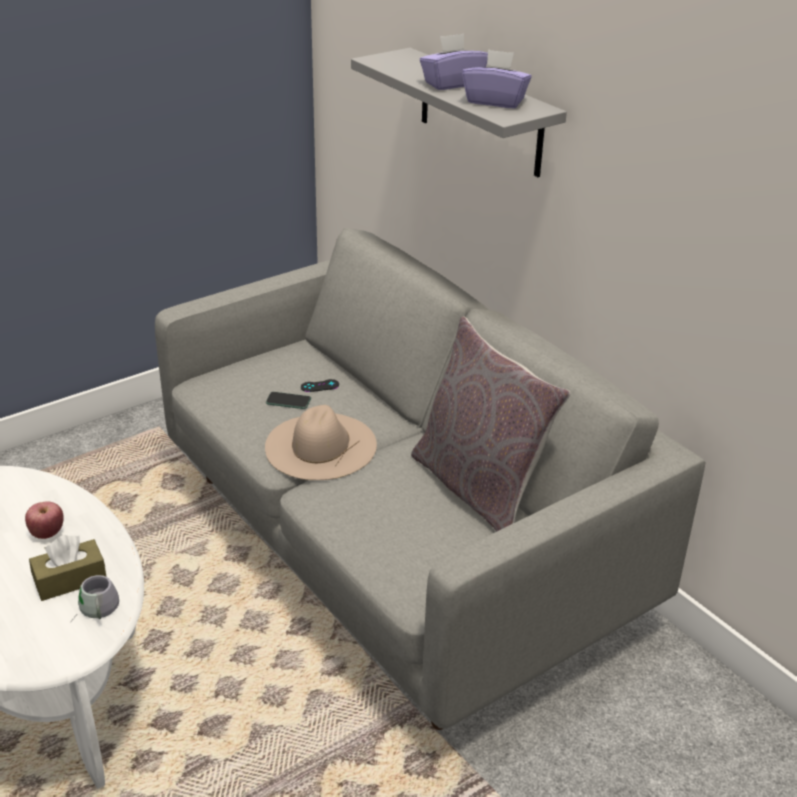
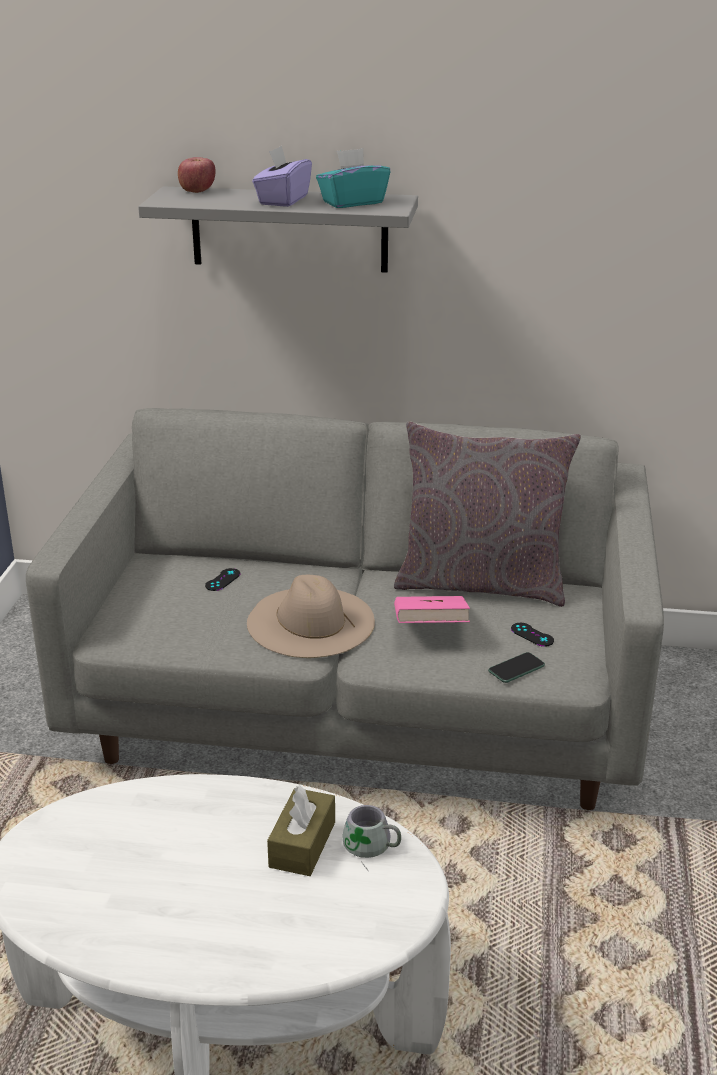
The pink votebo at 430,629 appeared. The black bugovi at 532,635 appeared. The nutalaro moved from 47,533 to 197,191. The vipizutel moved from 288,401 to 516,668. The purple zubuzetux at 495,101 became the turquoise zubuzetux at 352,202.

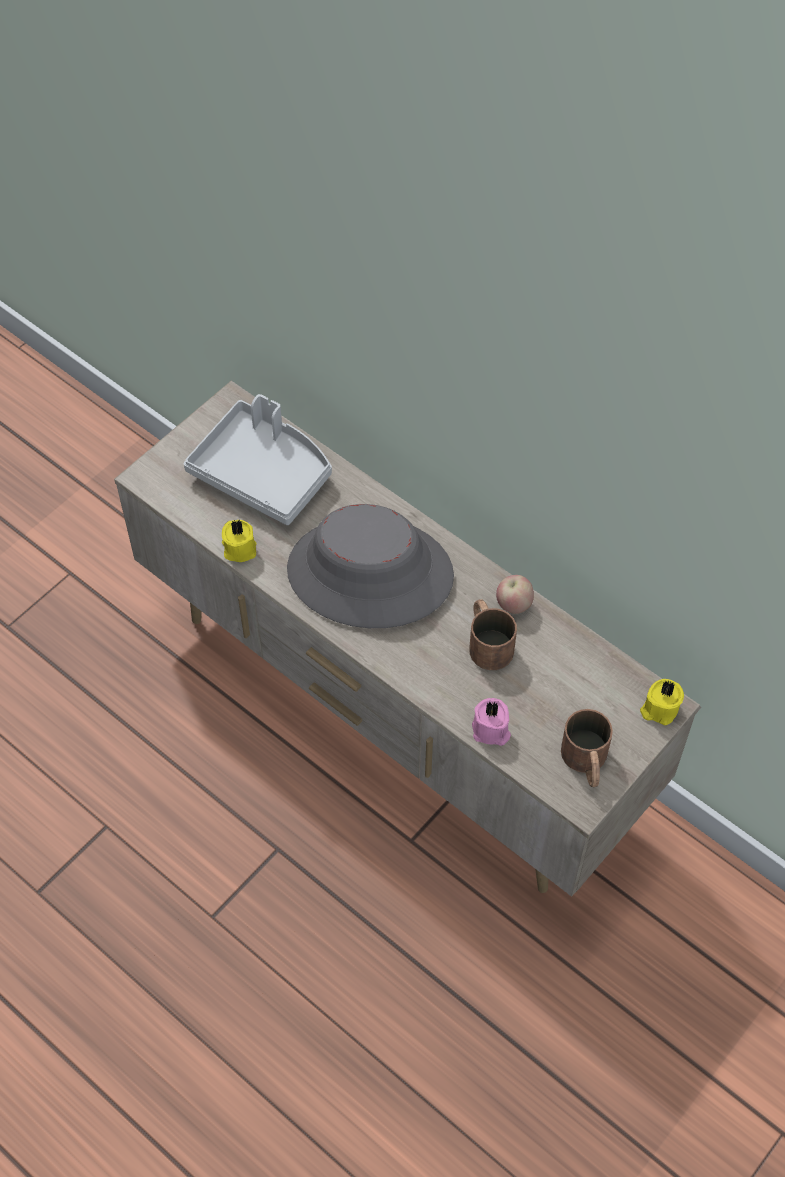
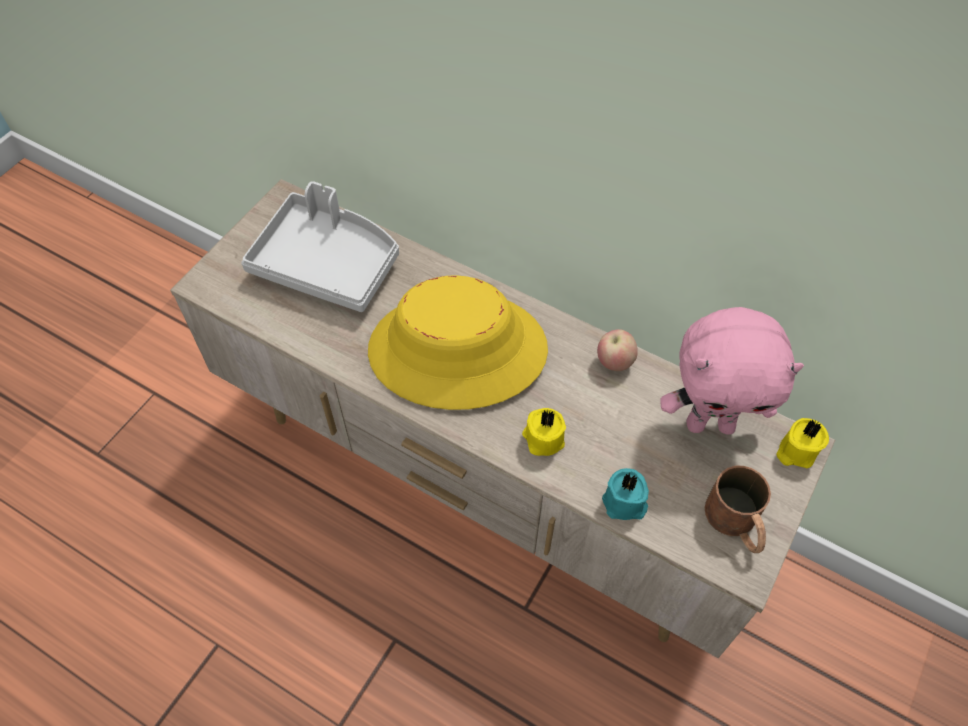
The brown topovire at 487,641 disappeared. The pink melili at 710,423 appeared. The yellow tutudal moved from 239,548 to 543,439. The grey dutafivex at 369,574 became the yellow dutafivex at 457,351. The pink tutudal at 491,731 became the turquoise tutudal at 624,504.

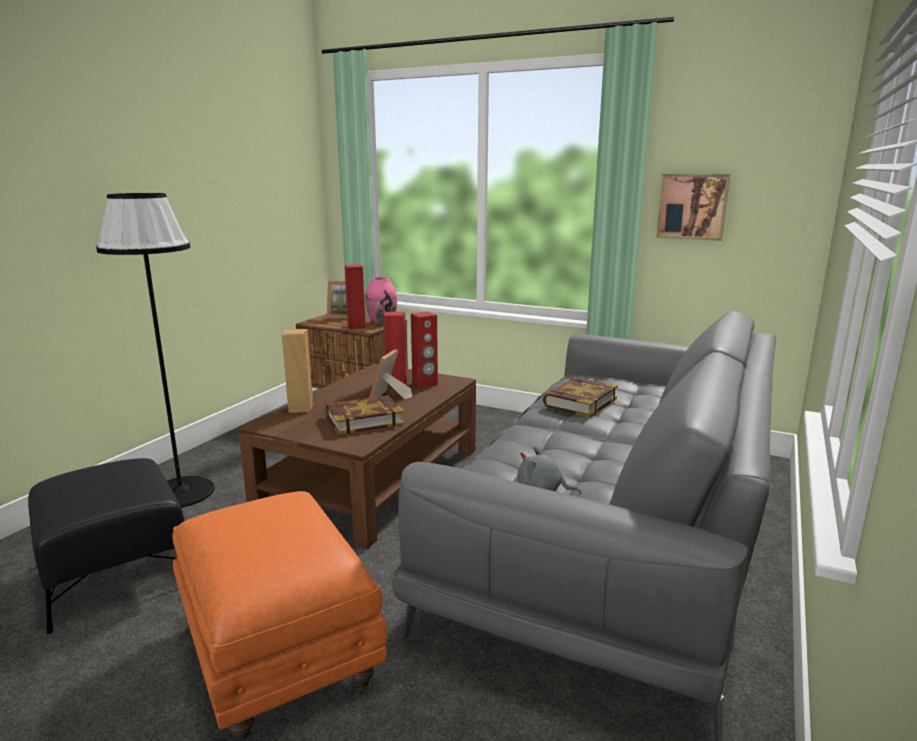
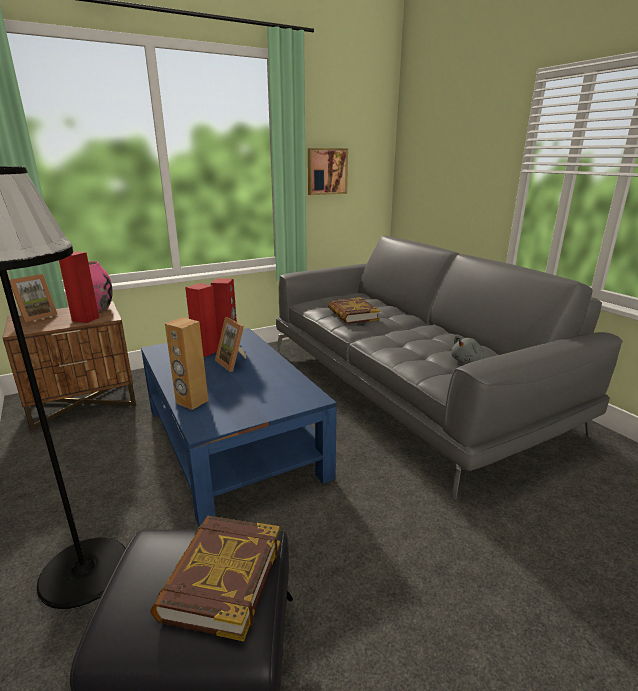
The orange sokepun at 277,651 disappeared. The votebo moved from 364,420 to 221,579. The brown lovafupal at 372,479 became the blue lovafupal at 233,441.

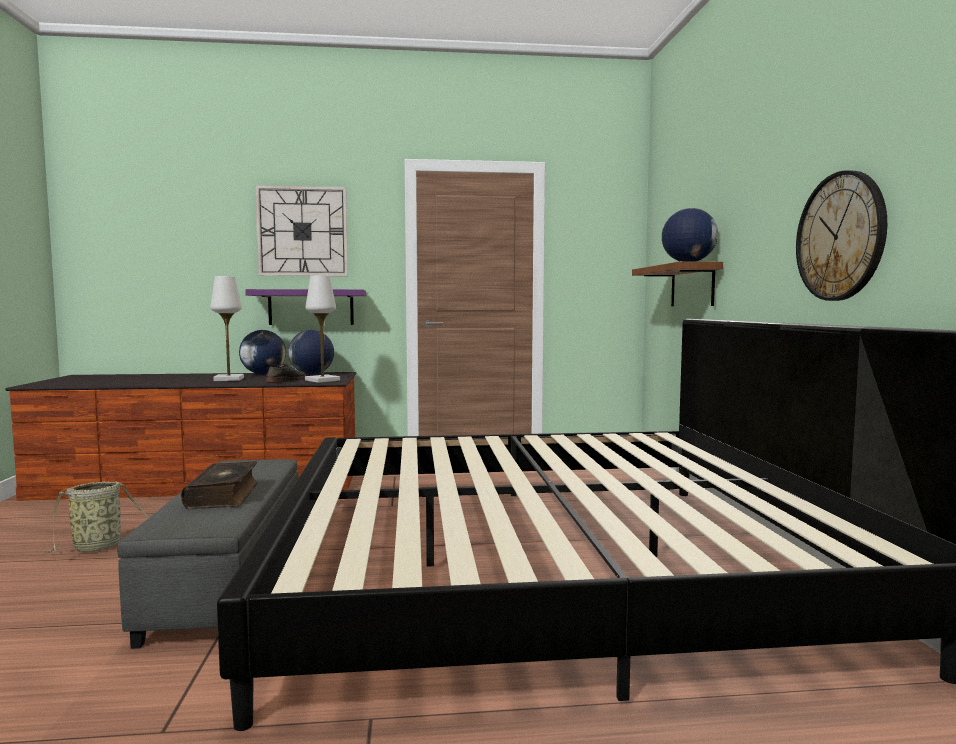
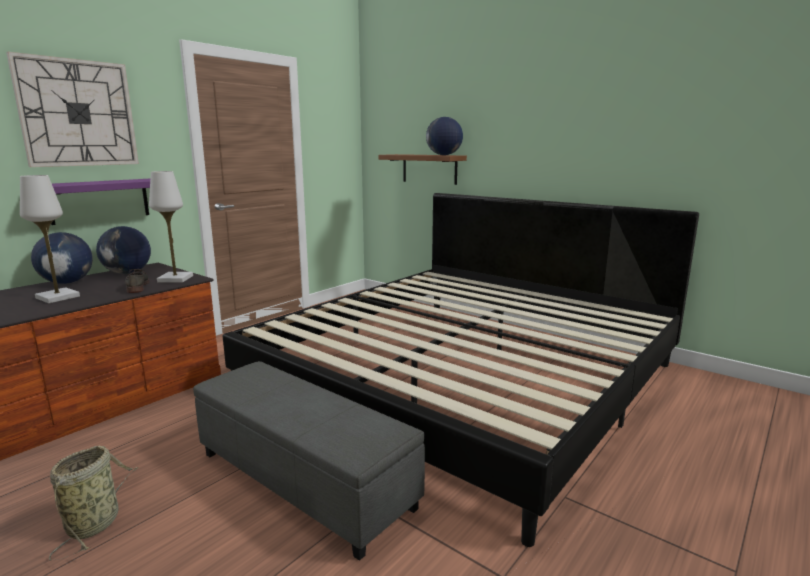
The votebo at 224,495 disappeared. The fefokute at 840,237 disappeared.

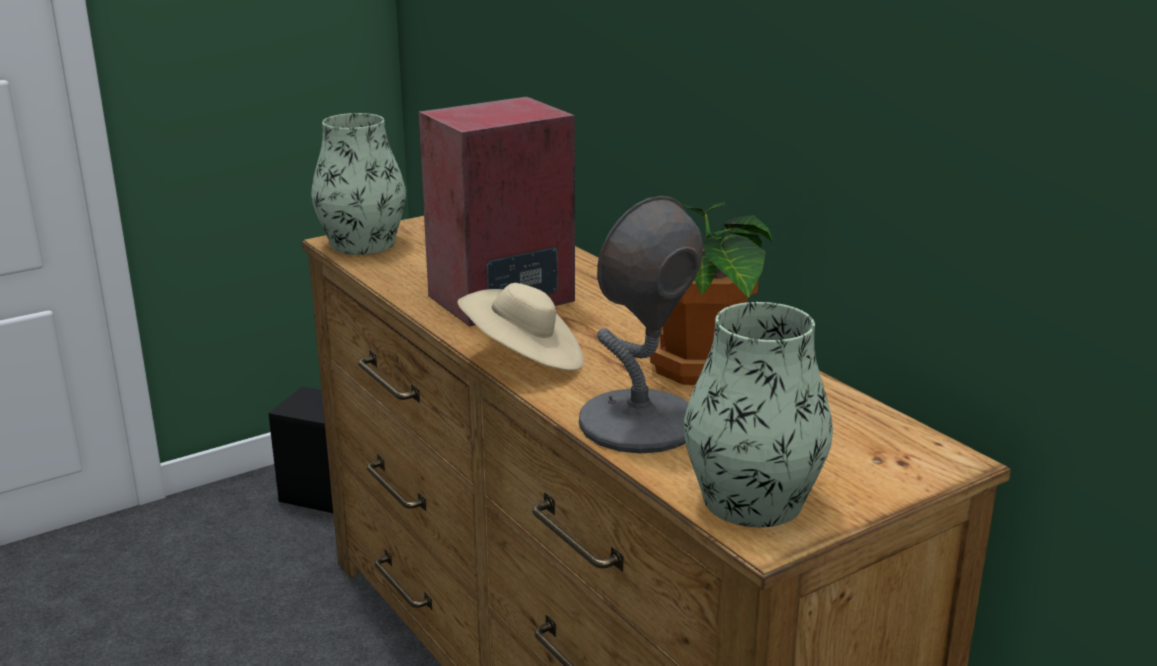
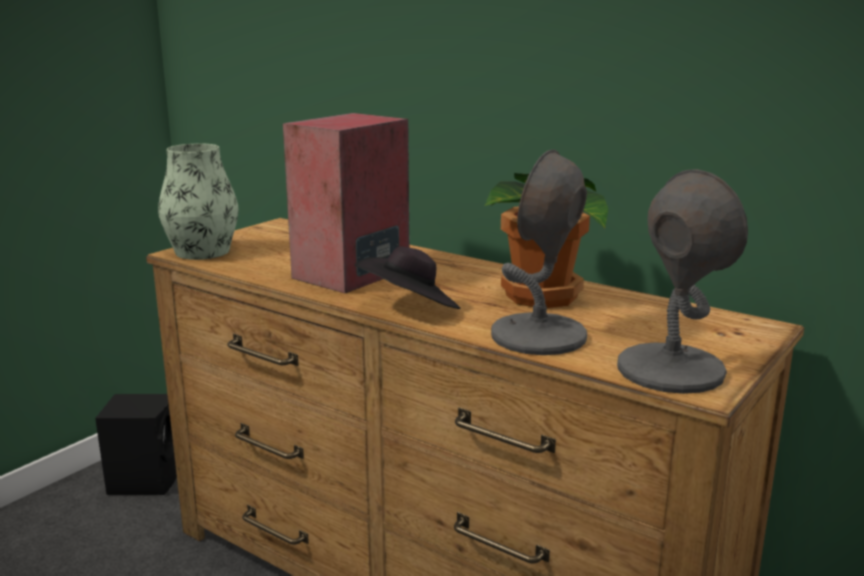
The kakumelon at 752,500 was replaced by the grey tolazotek at 669,370. The beige dutafivex at 524,359 became the black dutafivex at 410,308.

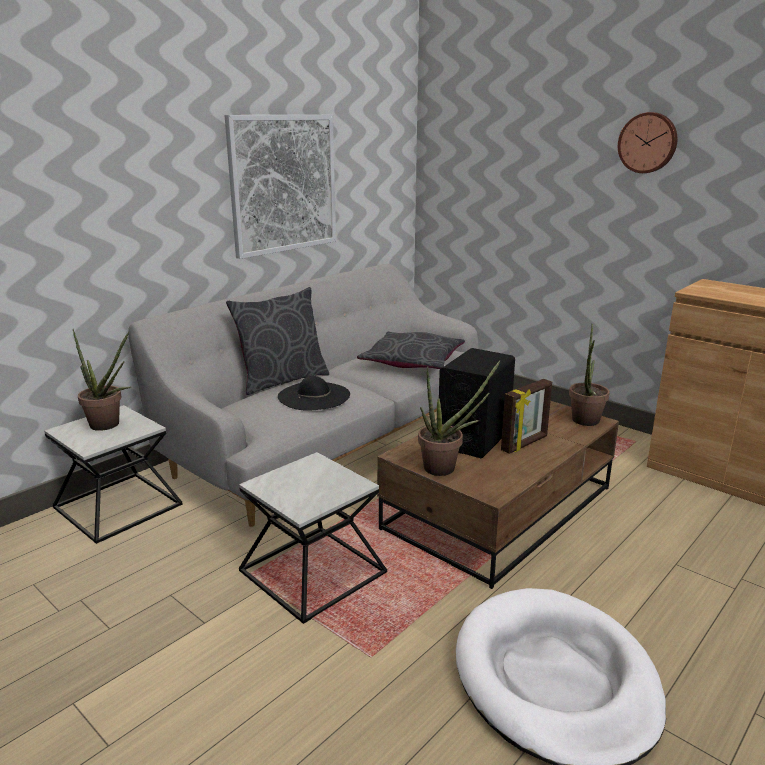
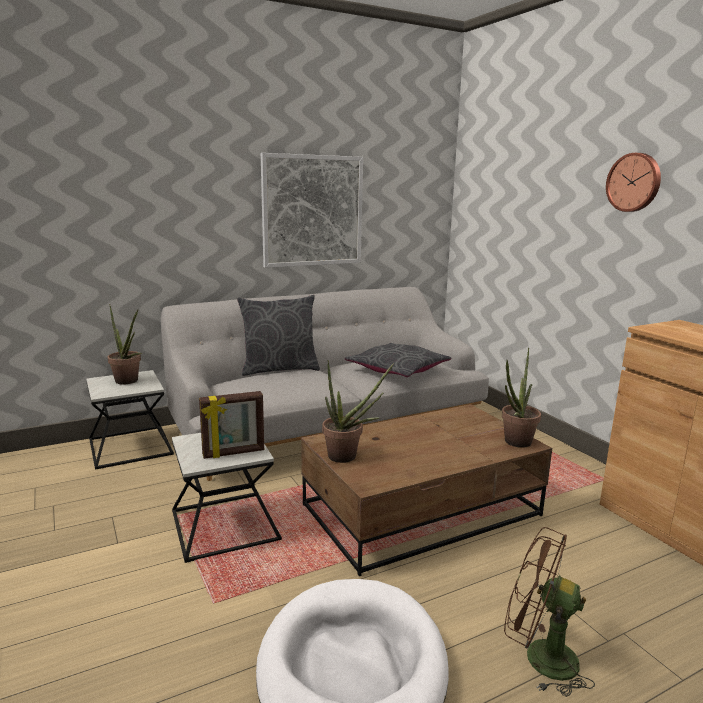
The black dutafivex at 314,396 disappeared. The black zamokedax at 474,439 disappeared. The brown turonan at 539,657 appeared. The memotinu moved from 525,444 to 233,453.

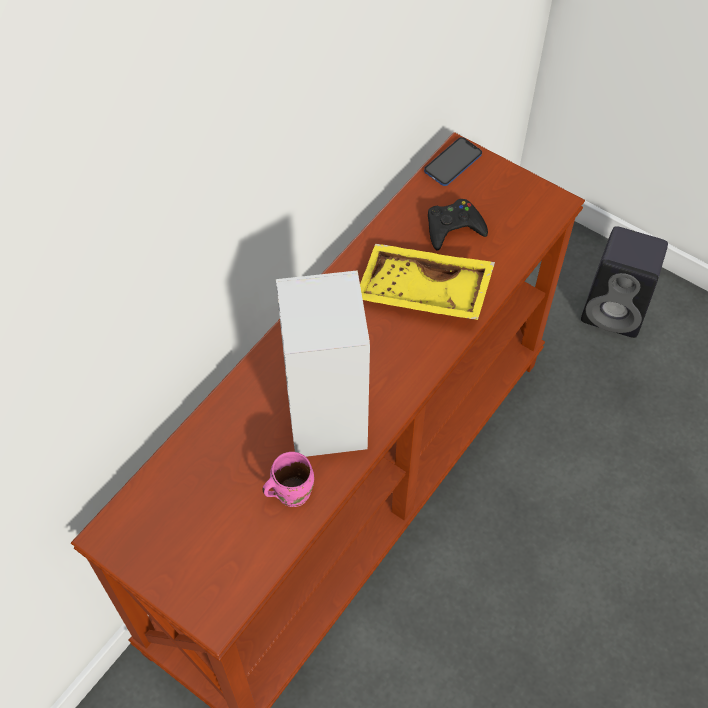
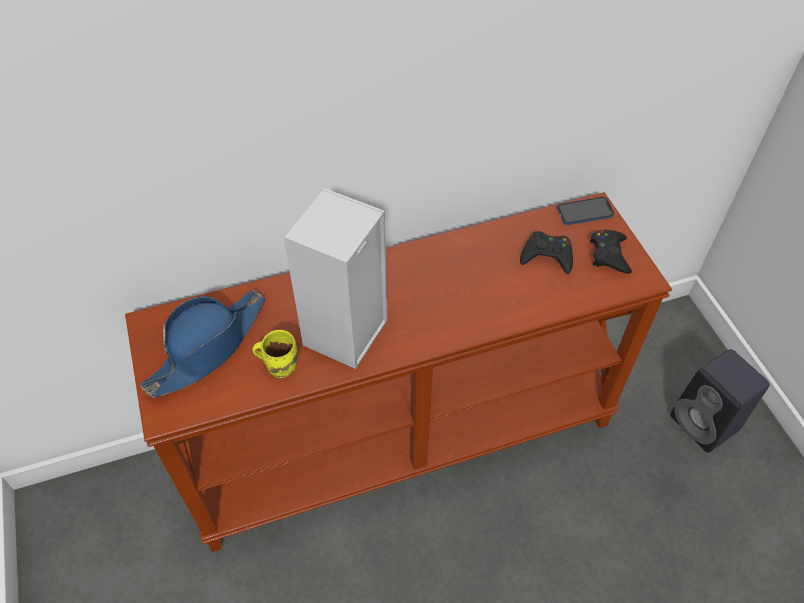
The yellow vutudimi at 423,294 disappeared. The blue dutafivex at 208,347 appeared. The black bugovi at 609,255 appeared. The pink topovire at 290,491 became the yellow topovire at 280,365.

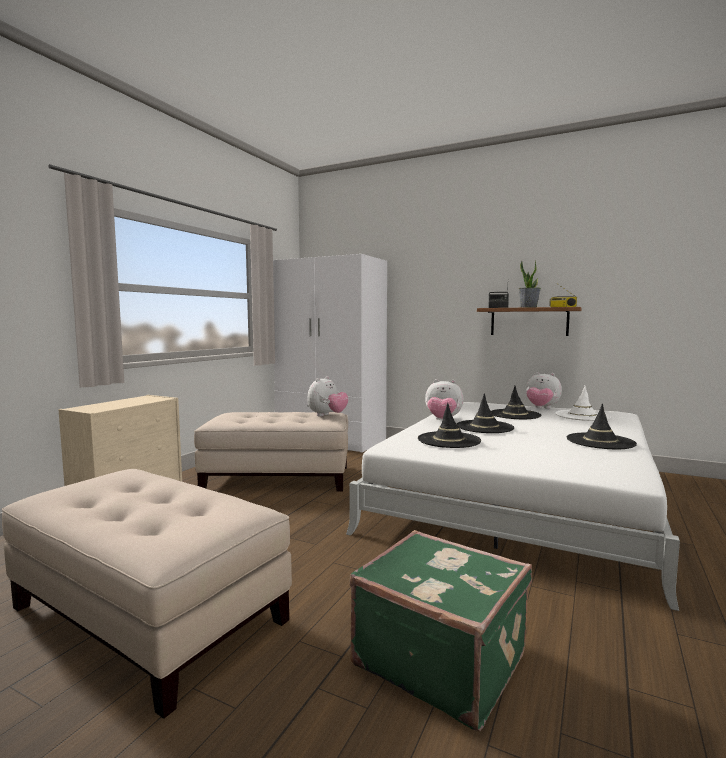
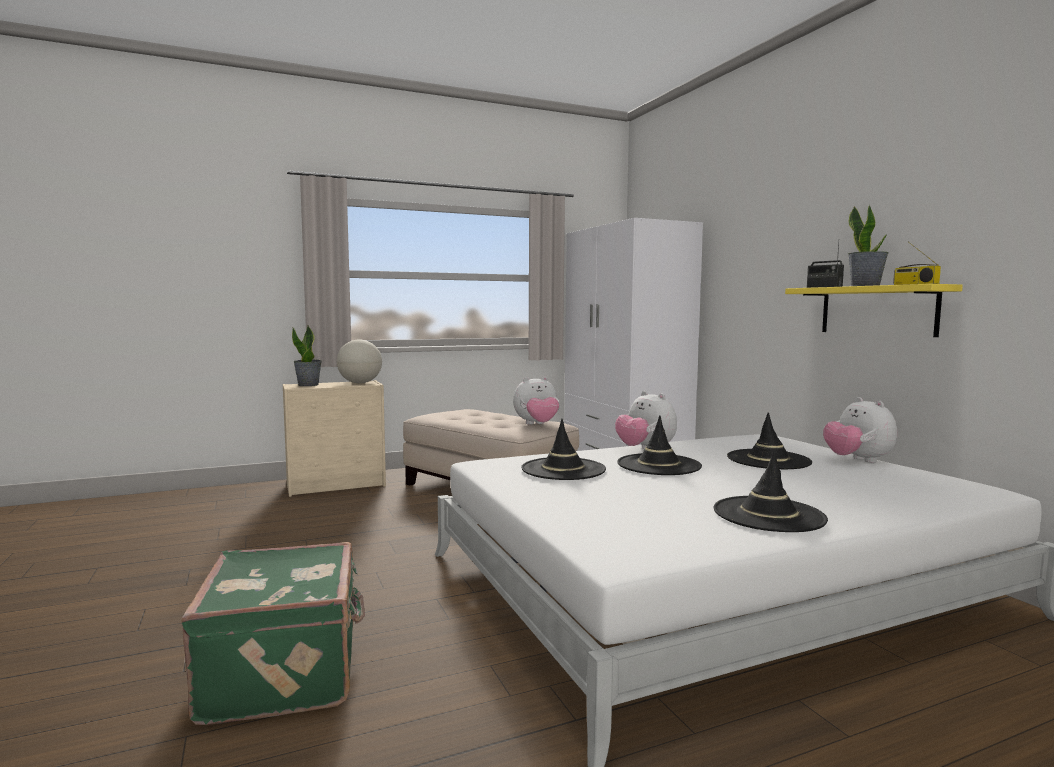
The beige sokepun at 146,614 disappeared. The white dutafivex at 582,416 disappeared. The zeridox at 308,385 appeared. The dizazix at 360,383 appeared. The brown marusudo at 529,321 became the yellow marusudo at 877,310.

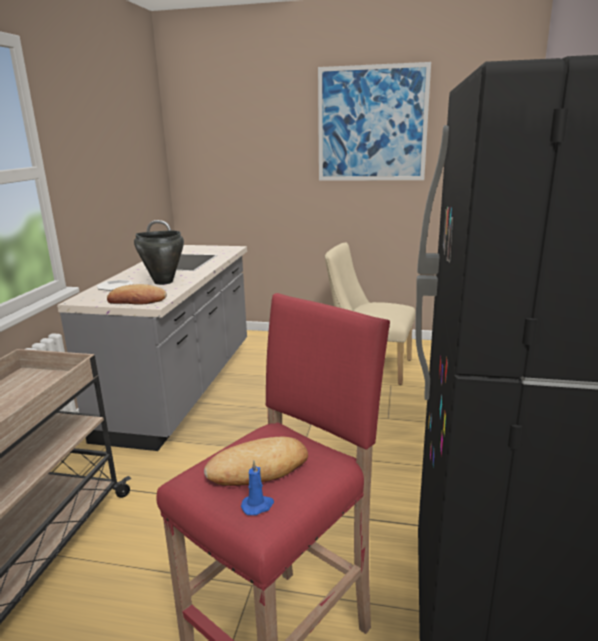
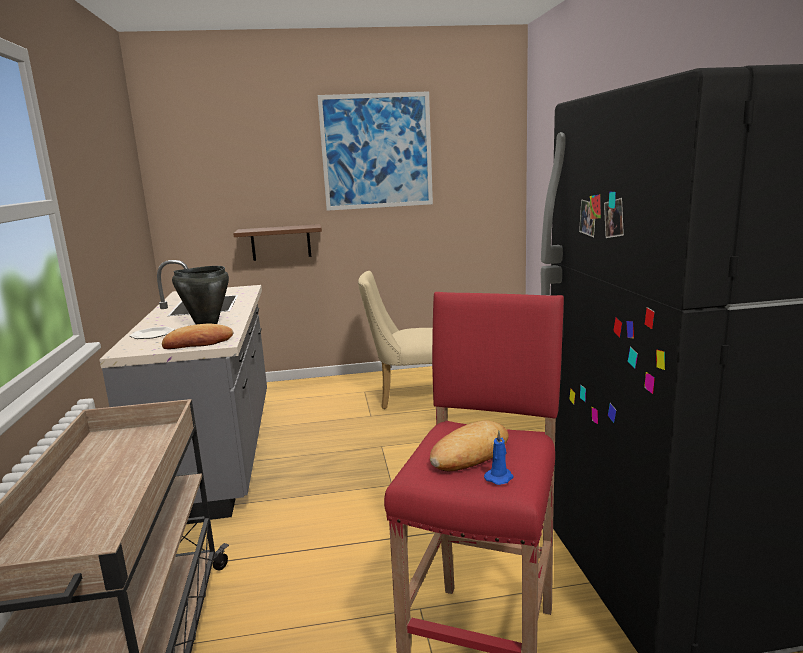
The brown marusudo at 281,242 appeared.

